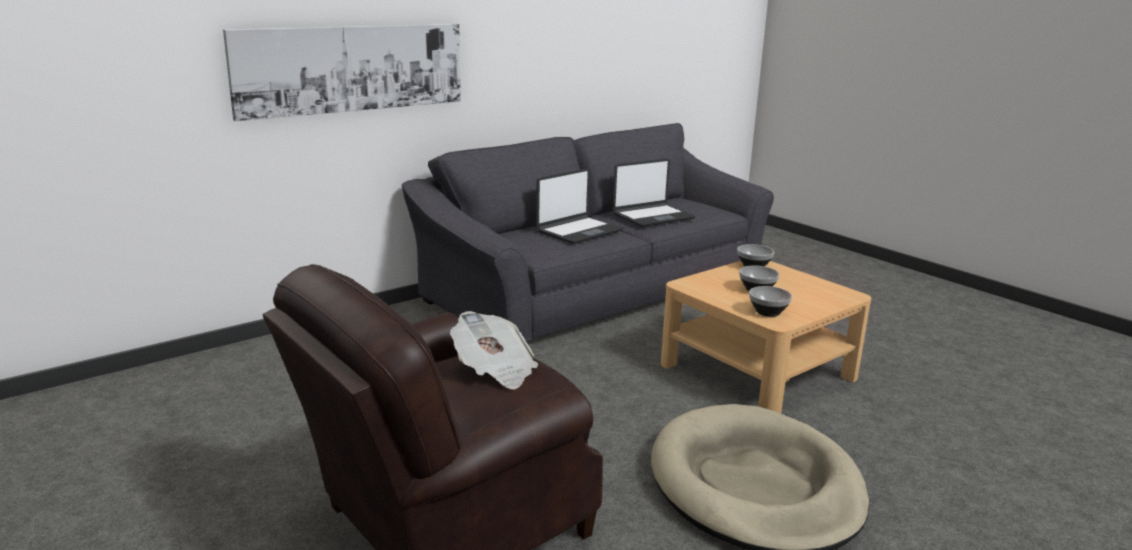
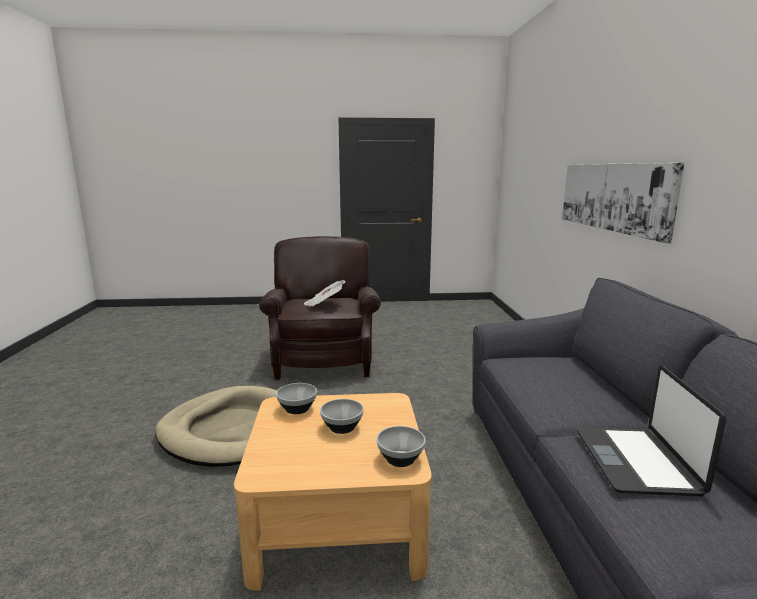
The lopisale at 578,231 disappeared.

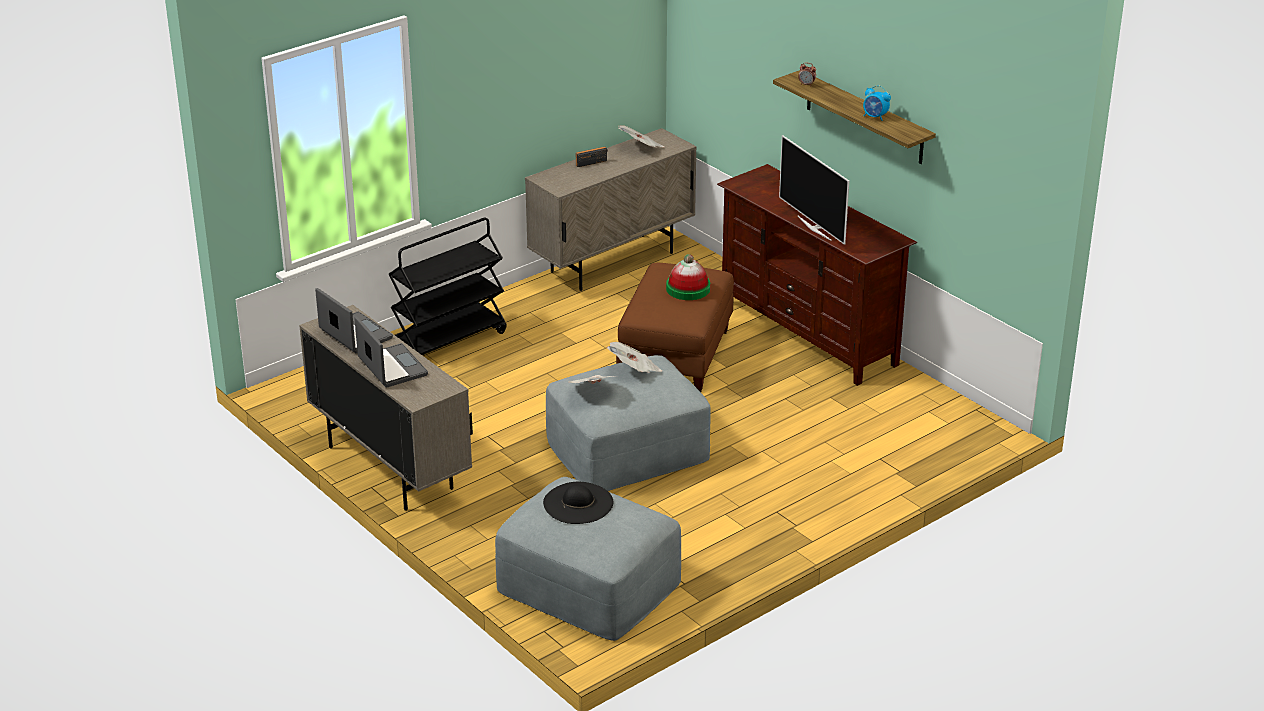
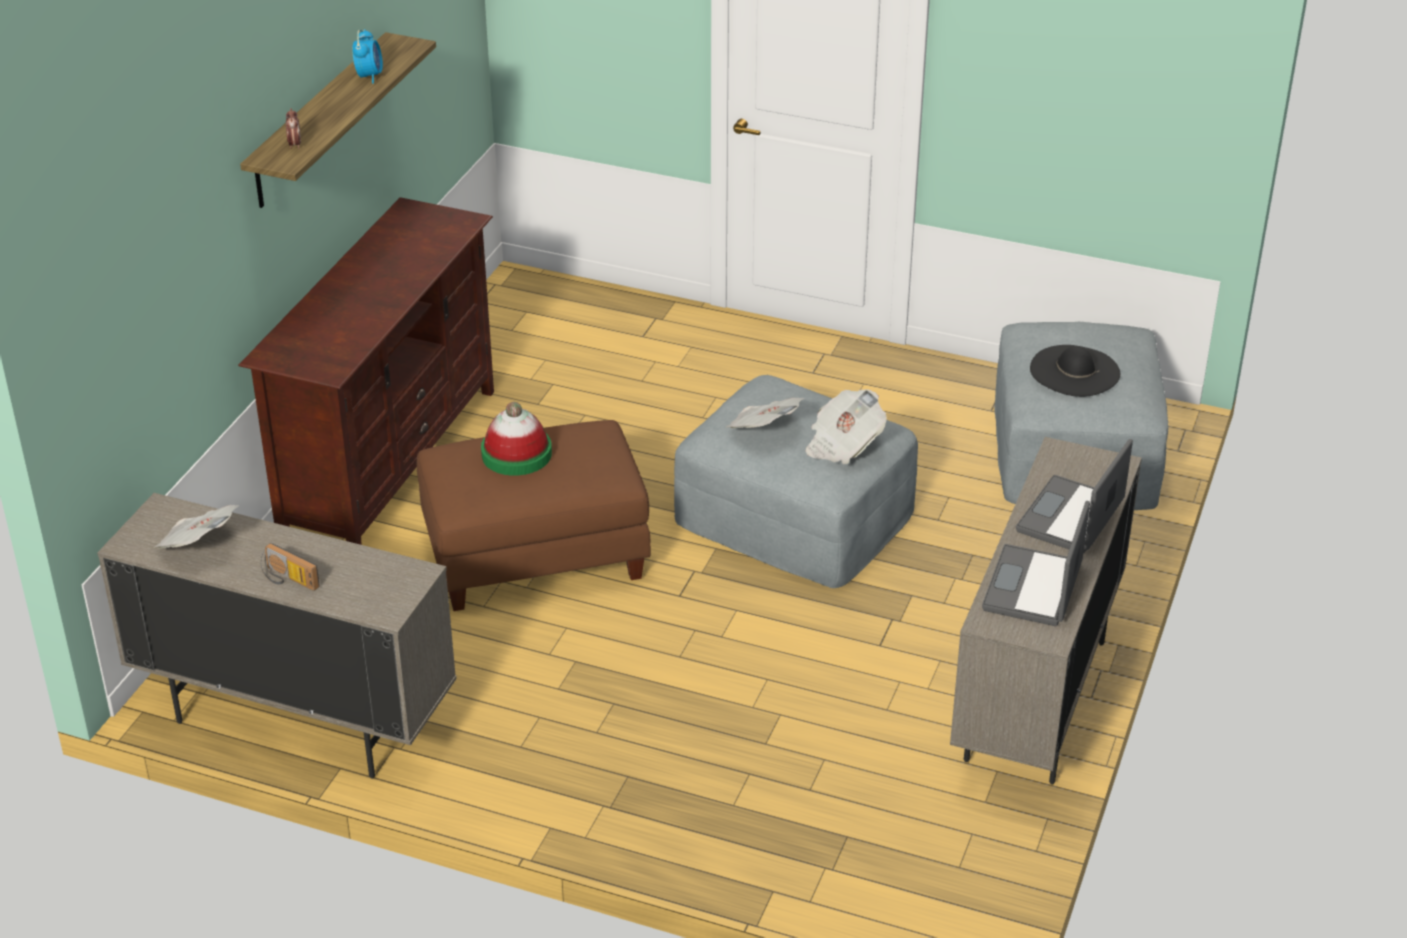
The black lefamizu at 449,340 disappeared. The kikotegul at 815,228 disappeared.

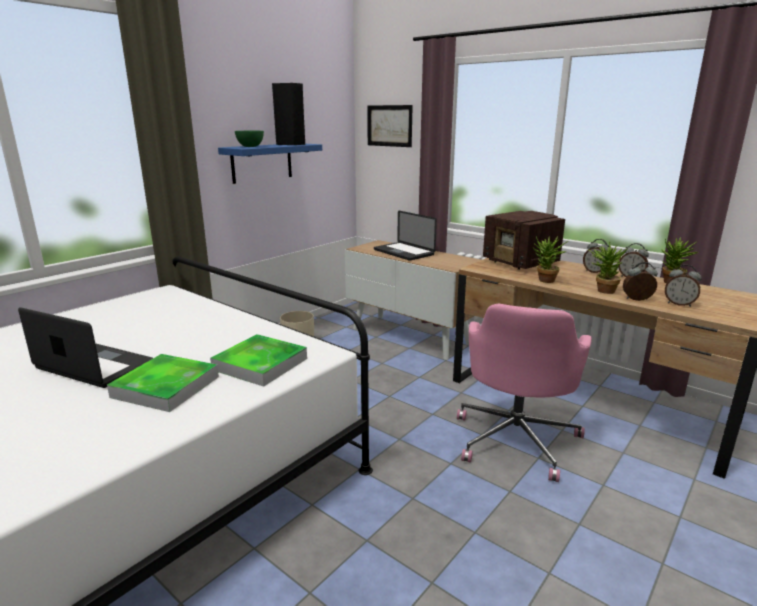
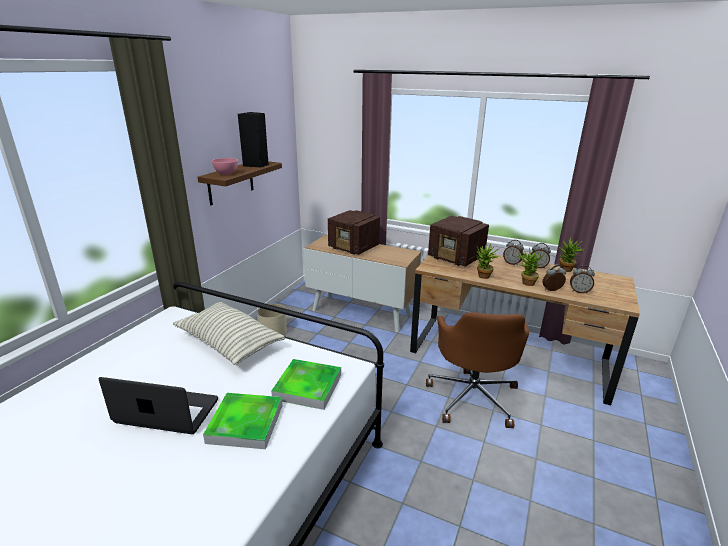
The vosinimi at 389,126 disappeared. The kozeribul at 229,343 appeared. The lopisale at 403,252 was replaced by the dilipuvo at 354,248. The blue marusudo at 262,162 became the brown marusudo at 231,182. The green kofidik at 250,146 became the pink kofidik at 226,173. The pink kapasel at 516,438 became the brown kapasel at 473,396.

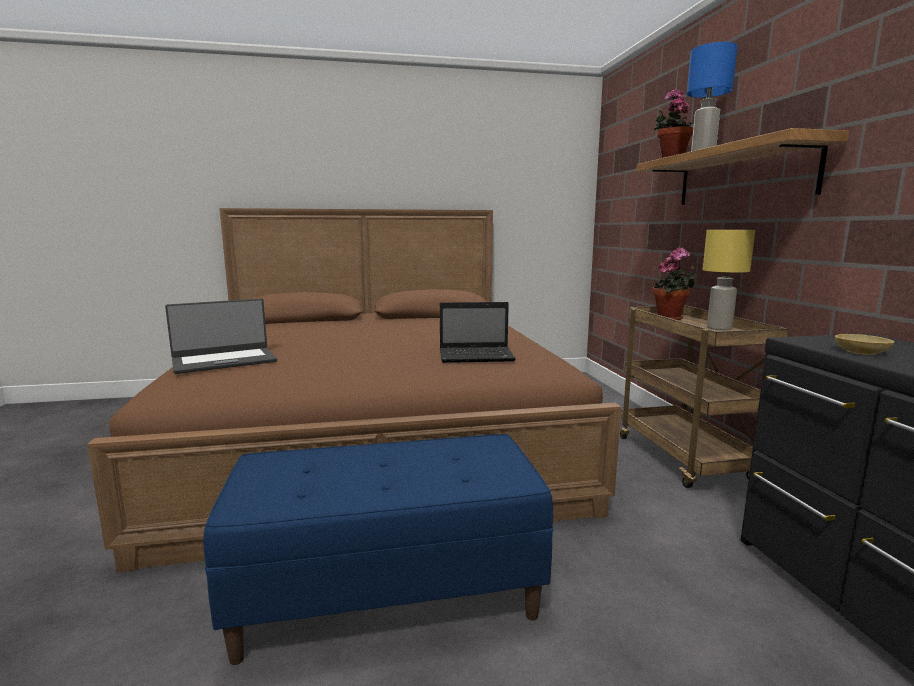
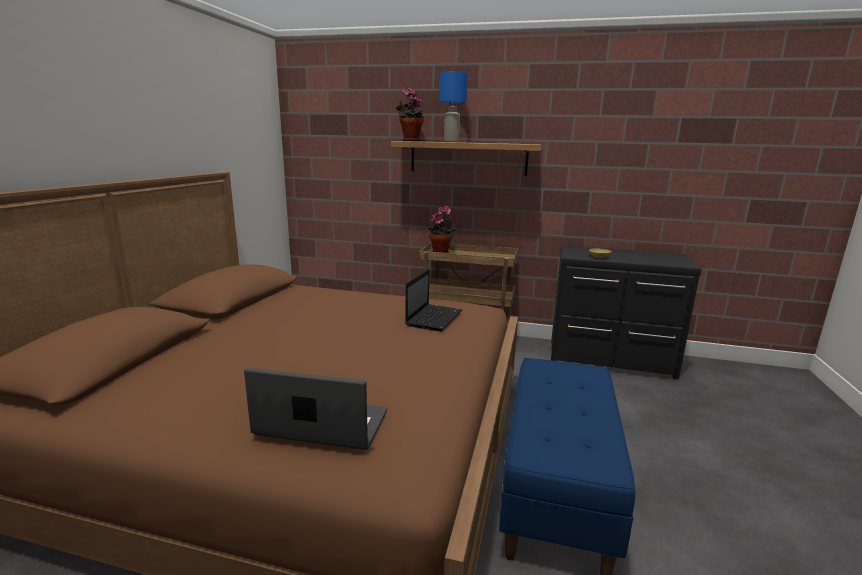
The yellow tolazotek at 719,328 disappeared. The lopisale at 224,361 turned 75 degrees counterclockwise.

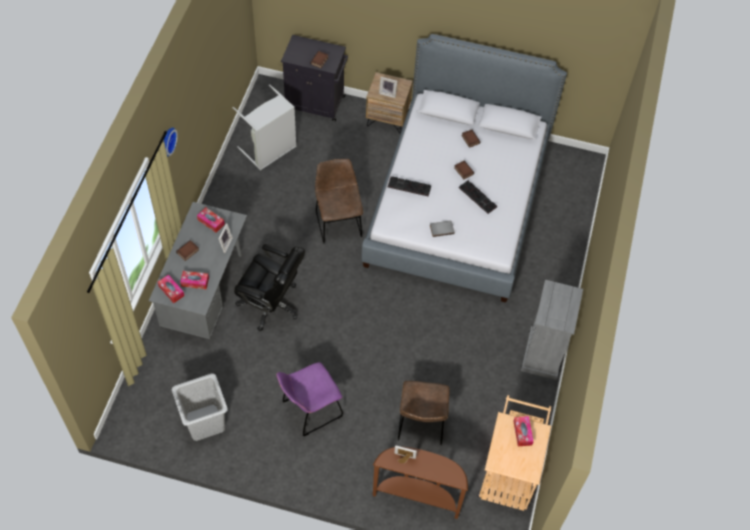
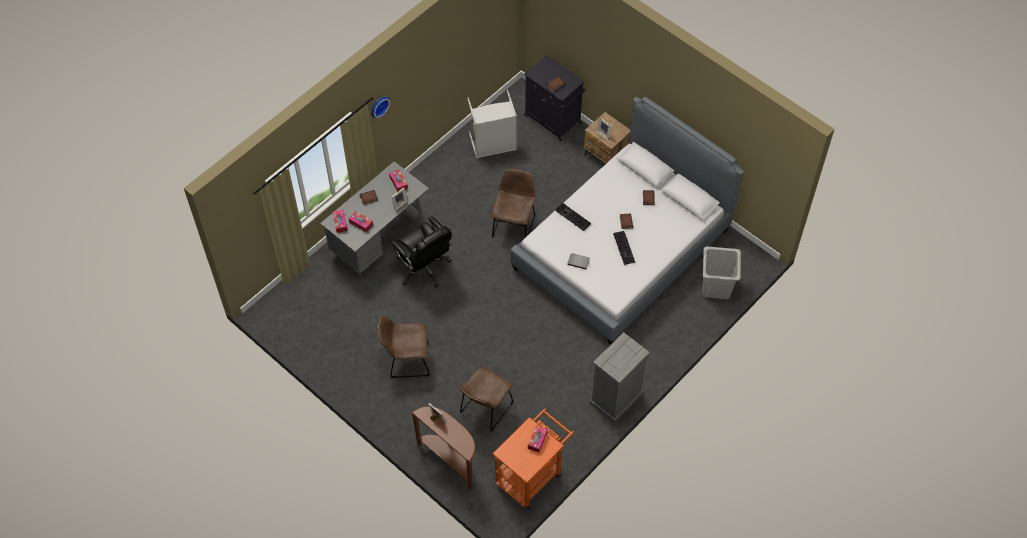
The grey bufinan moved from 204,422 to 716,286. The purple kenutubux at 309,410 became the brown kenutubux at 406,361. The beige lefamizu at 509,471 became the orange lefamizu at 532,474.

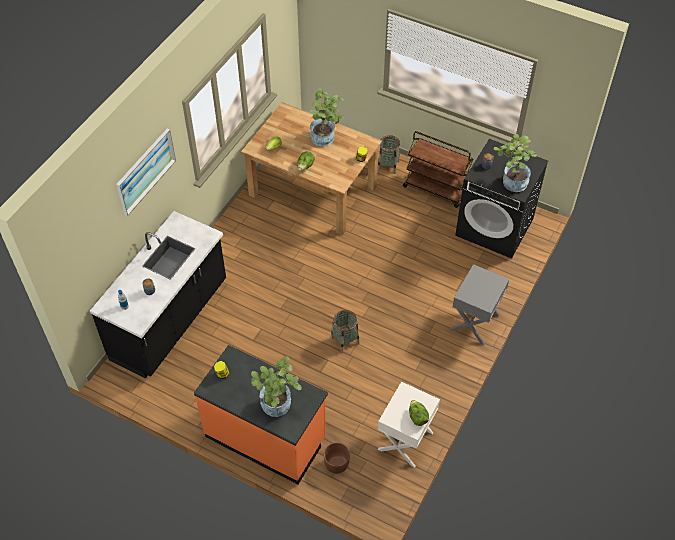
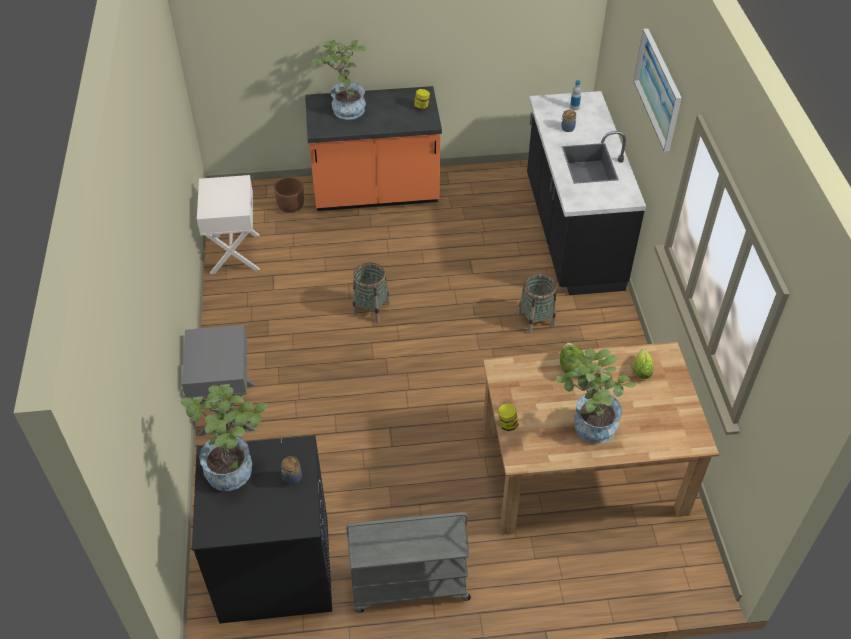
The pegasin at 417,417 disappeared. The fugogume moved from 388,165 to 535,319. The brown lefamizu at 436,189 became the grey lefamizu at 408,586.

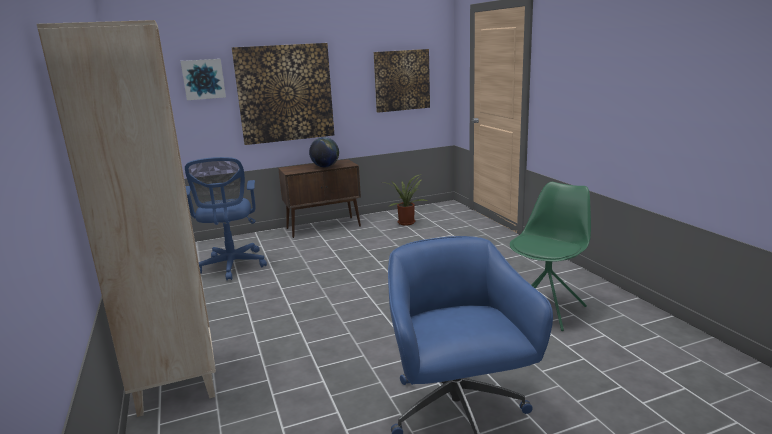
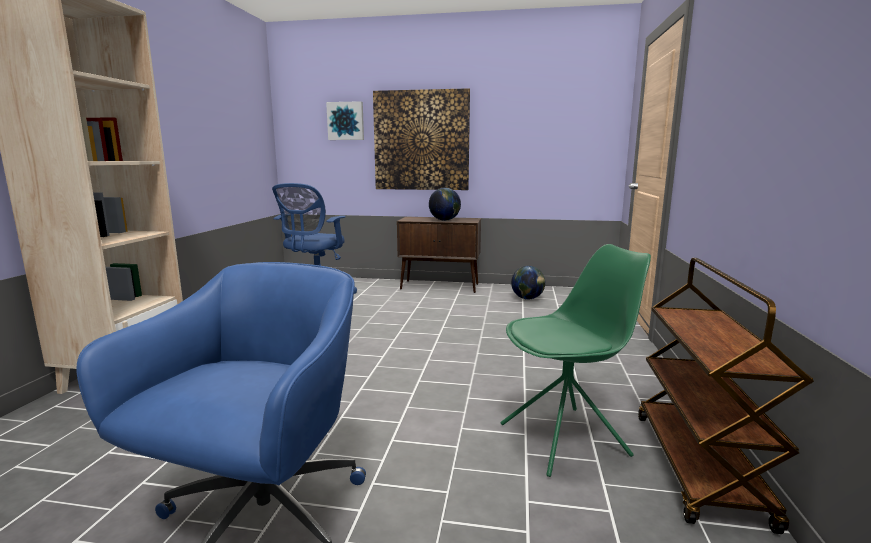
The vosinimi at 402,80 disappeared. The brown lefamizu at 699,468 appeared. The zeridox at 406,222 was replaced by the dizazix at 527,298.

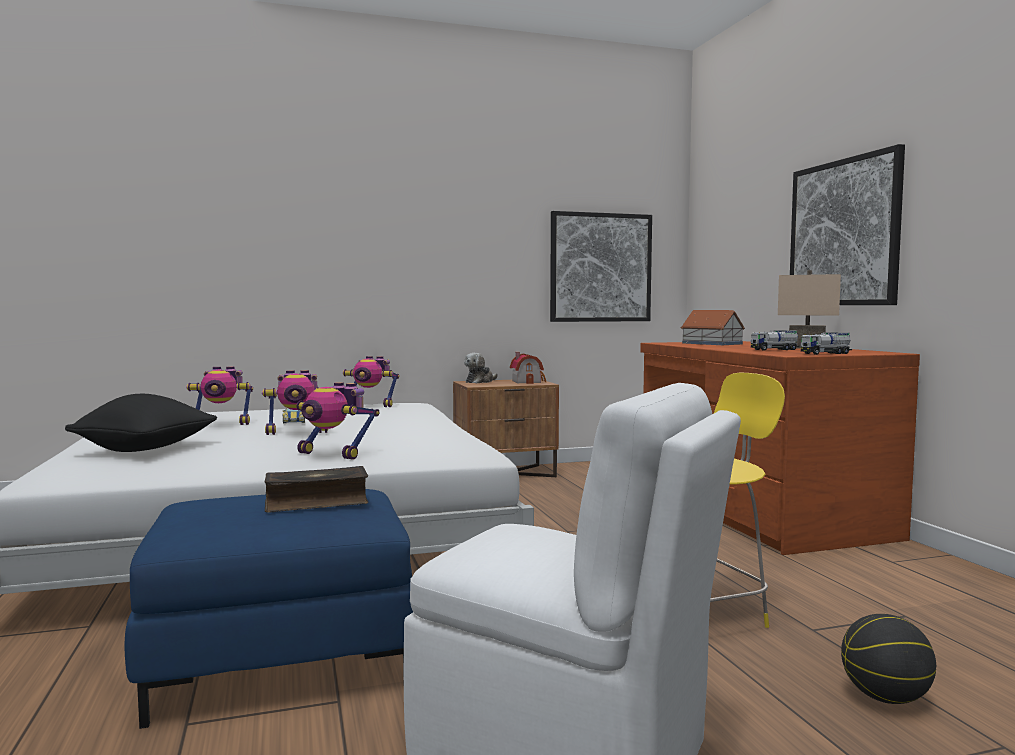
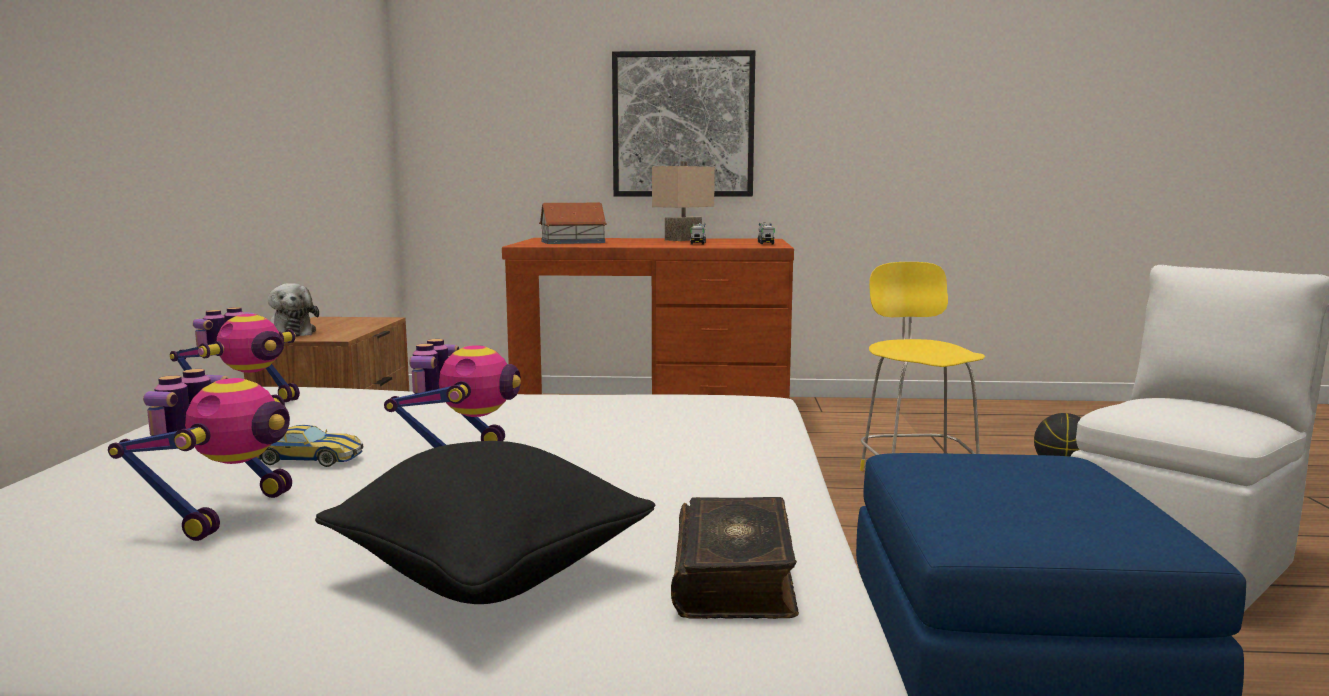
The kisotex at 334,454 disappeared. The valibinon at 528,381 disappeared. The vosinimi at 600,267 disappeared. The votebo moved from 316,502 to 736,577.

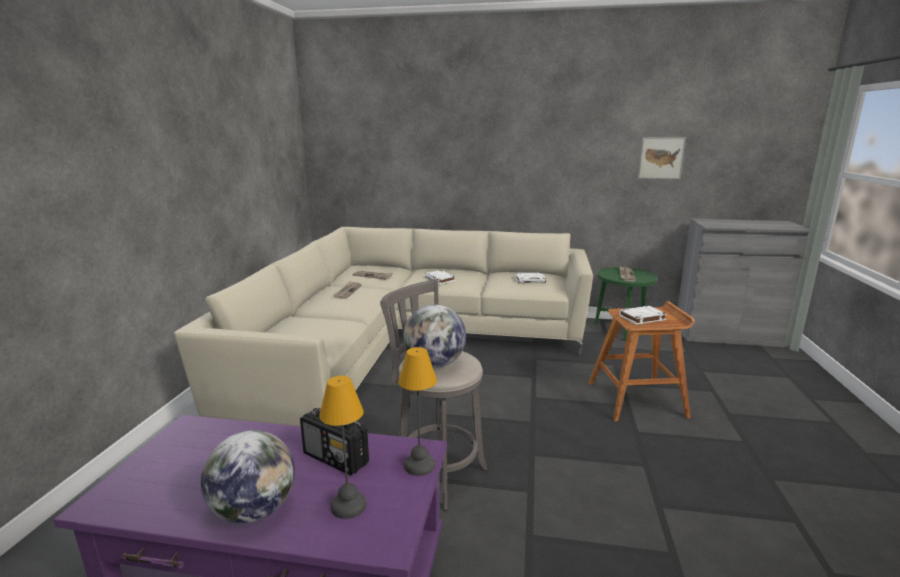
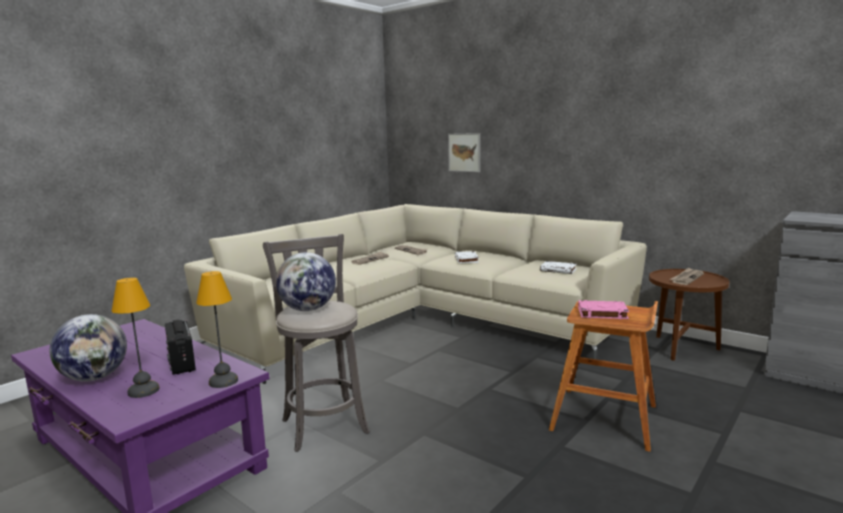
The vosinimi moved from 661,158 to 464,152. The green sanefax at 621,330 became the brown sanefax at 682,349. The white votebo at 642,318 became the pink votebo at 601,313.

